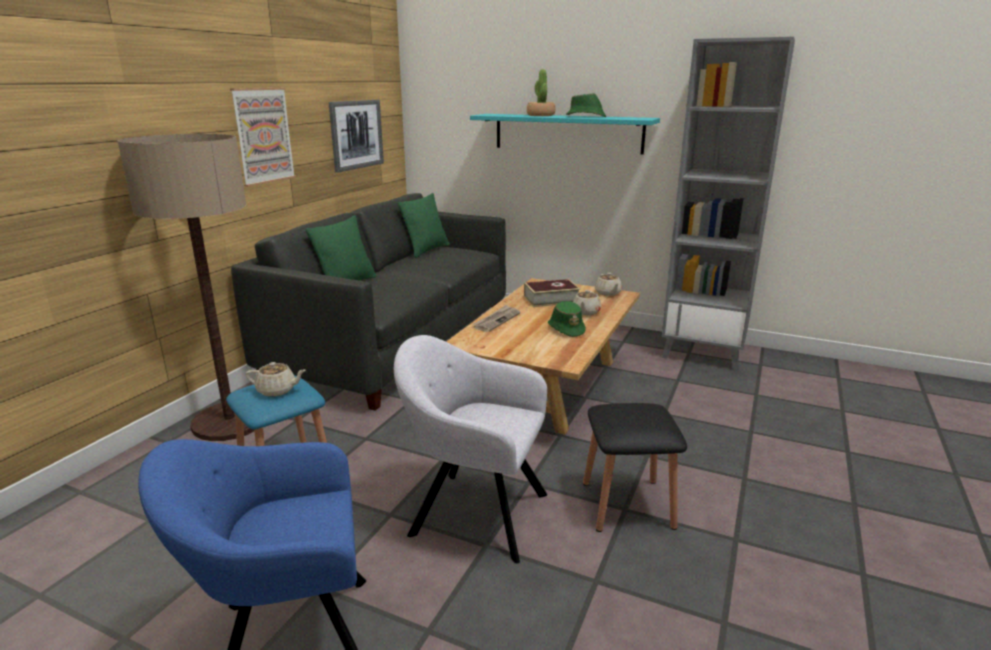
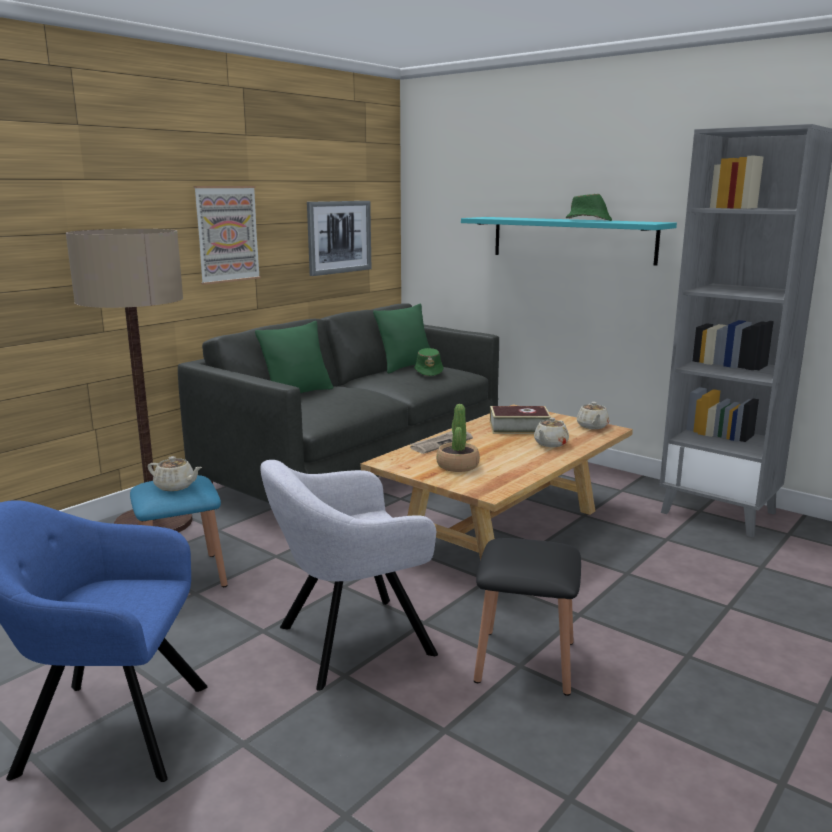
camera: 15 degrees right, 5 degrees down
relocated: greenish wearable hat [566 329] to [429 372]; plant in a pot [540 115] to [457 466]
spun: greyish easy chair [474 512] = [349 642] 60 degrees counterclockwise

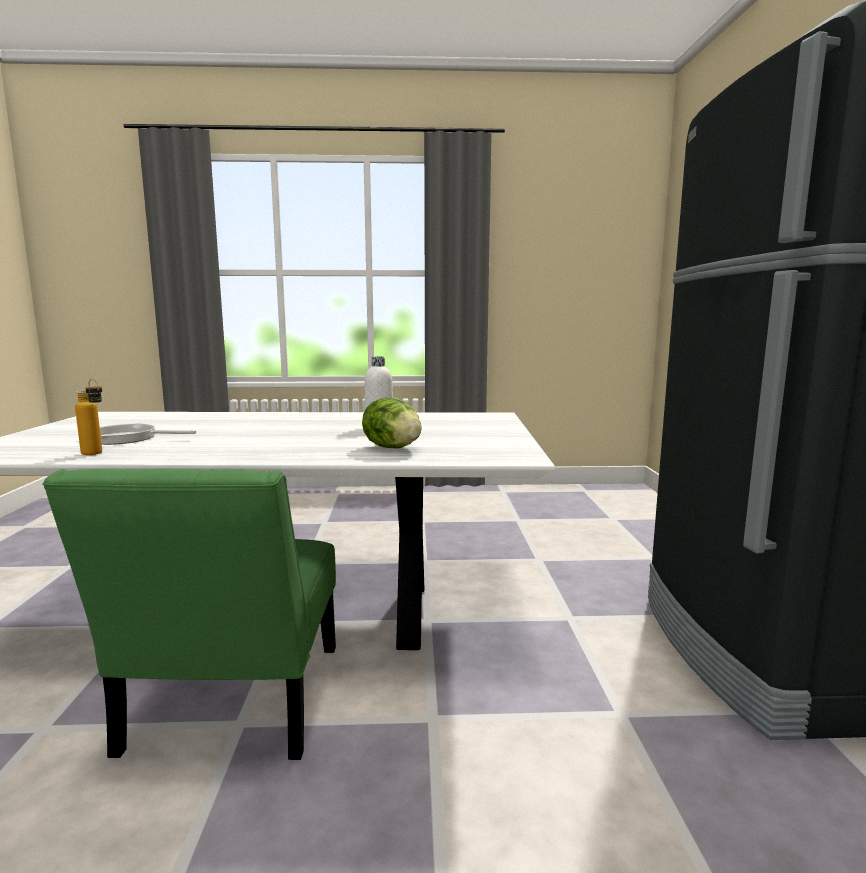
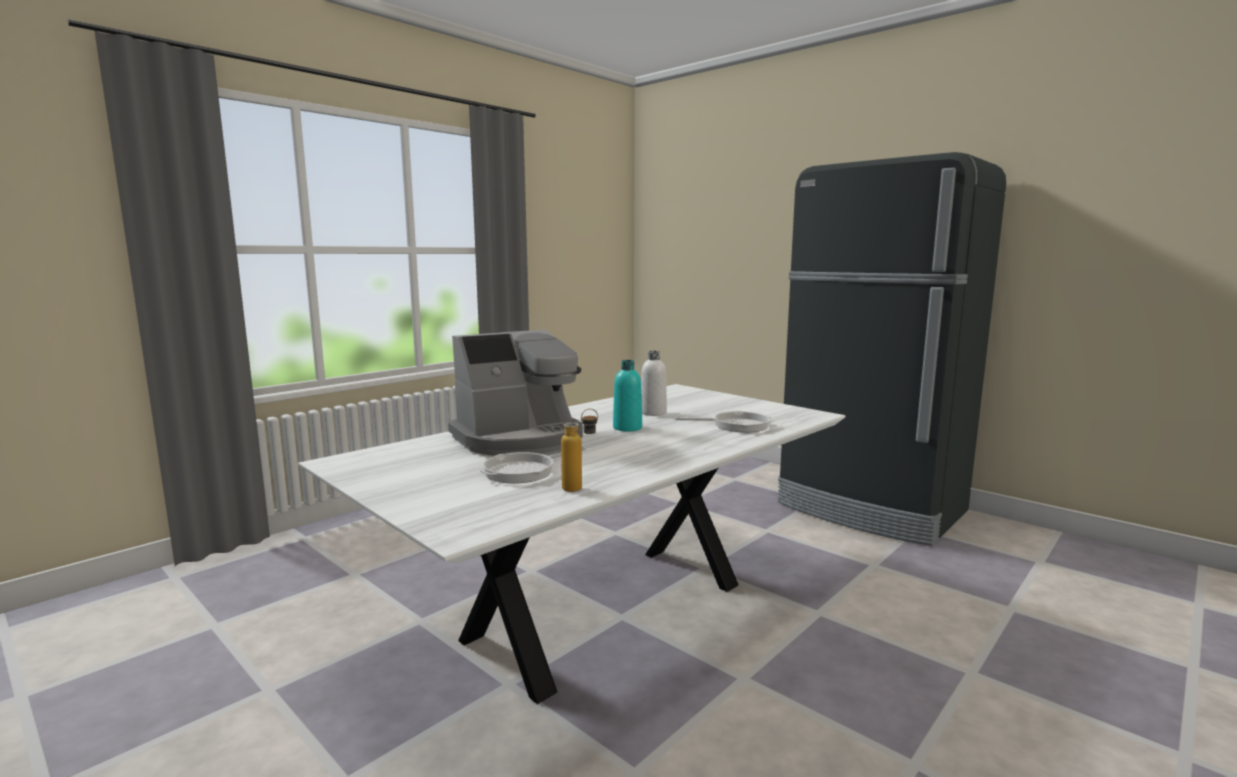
camera: 45 degrees left, 0 degrees up
missing: greenish plain chair [231 706]
appeared: coffee machine [520 439]; turquoise-coloured beverage bottle [627 428]
exchanged: head of lettuce [393 448] to pan [736 425]

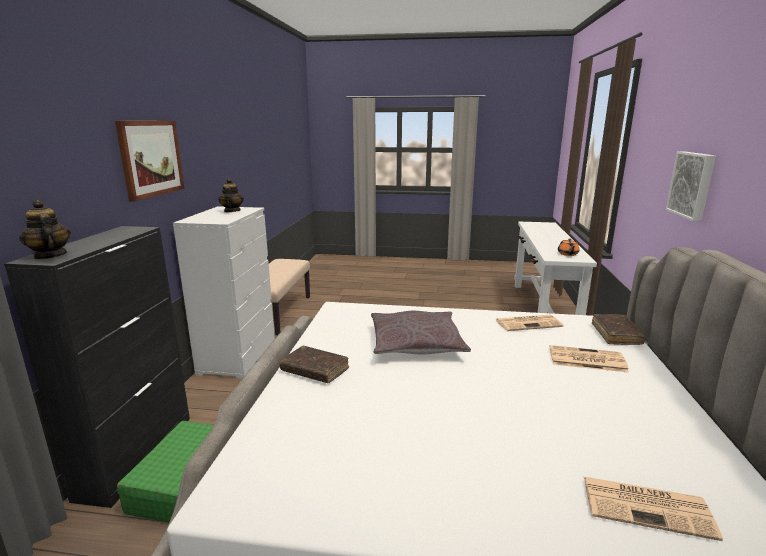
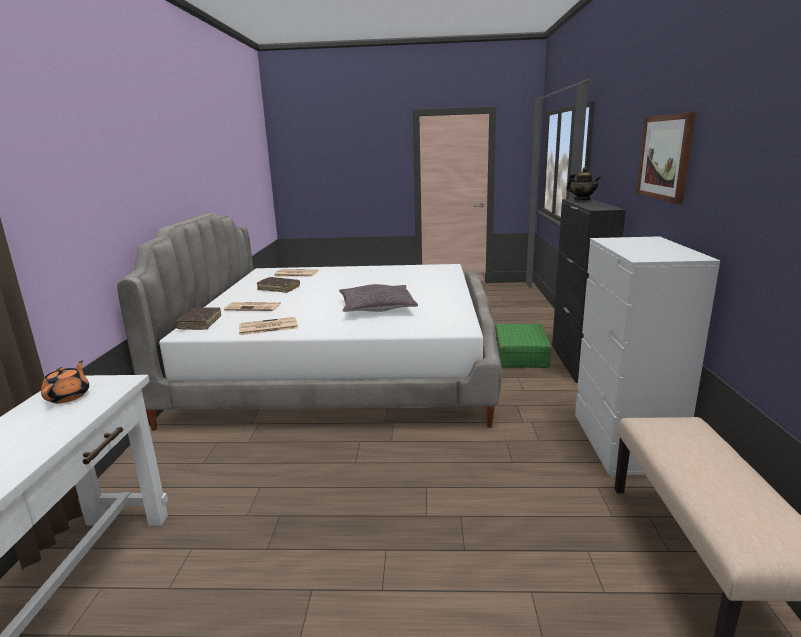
camera: 175 degrees right, 0 degrees up
missing: tea pot [232 211]; picture [692 185]
relocated: brownish book [315 370] to [278 289]

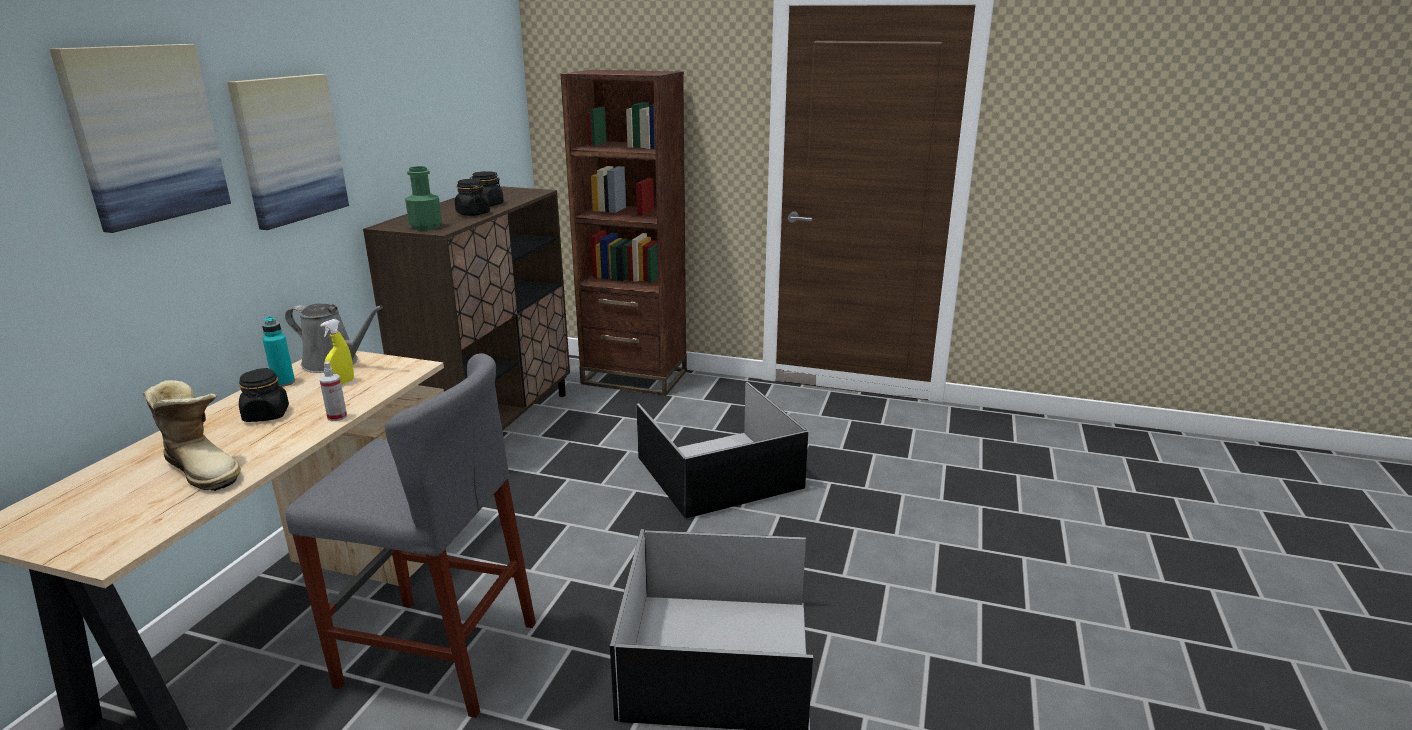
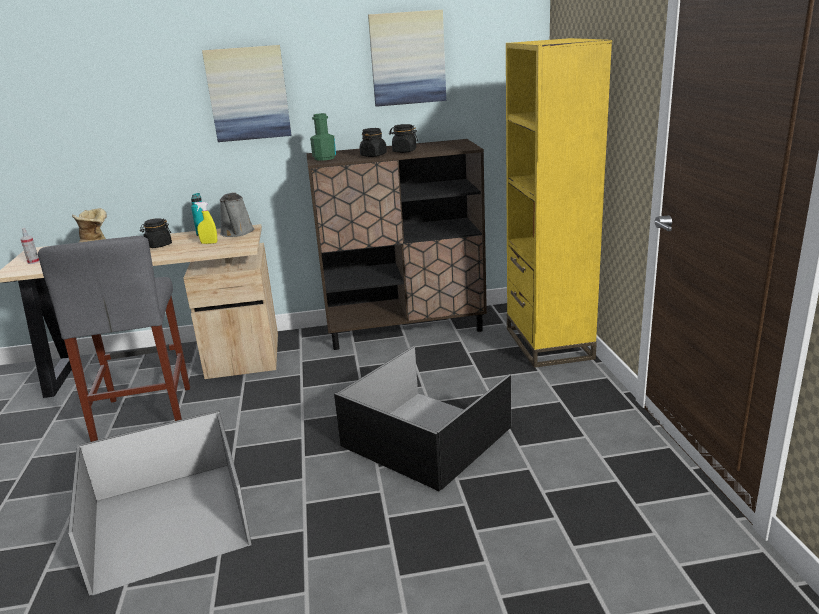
camera: 65 degrees right, 0 degrees up
relocated: hand sprayer [337 417] to [33 262]; picture [145 134] to [407 58]
colour: brownish shelving unit [634 377] to yellow-coloured shelving unit [548 343]

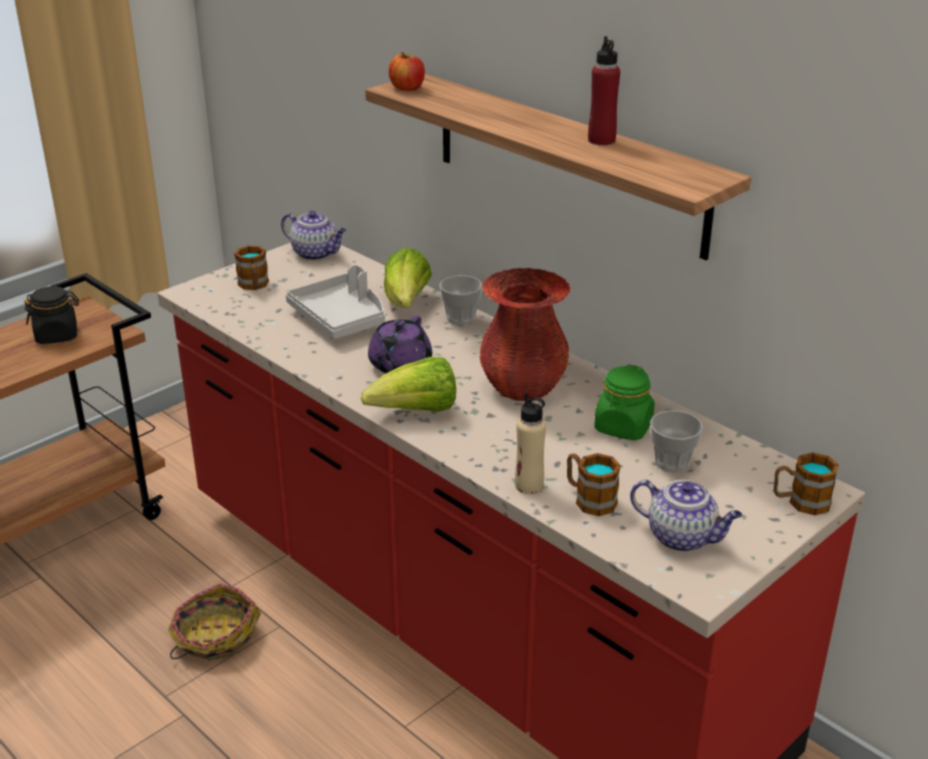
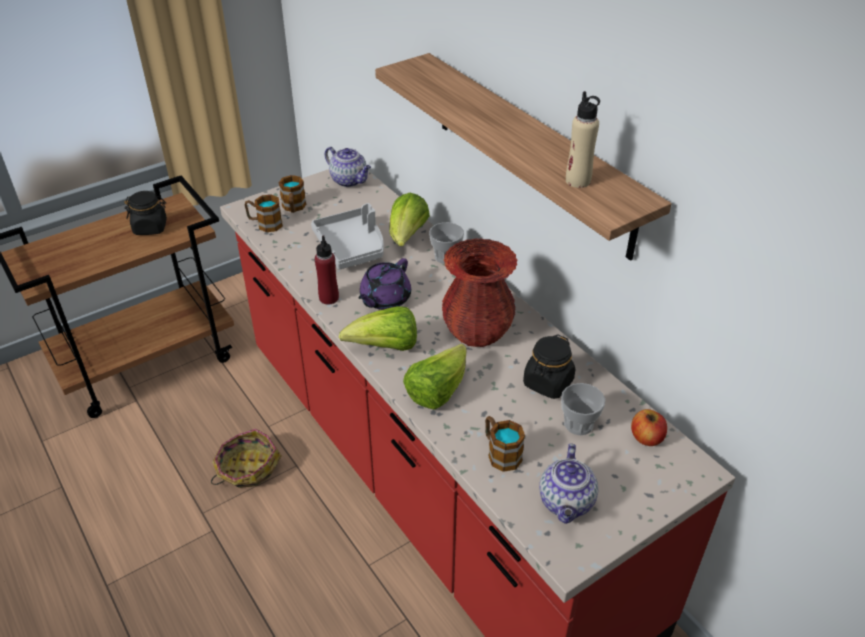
camera: 10 degrees right, 10 degrees up
appeared: head of lettuce [437 391]
relocated: coffee mug [800 502] to [265 224]; red-coloured beverage bottle [601 140] to [328 298]; beige beverage bottle [529 485] to [578 181]; whole apple [407 88] to [646 438]
colour: greenish storage jar [623 427] to black-coloured storage jar [548 383]
spun: tea pot [683 537] = [567 503] 60 degrees clockwise

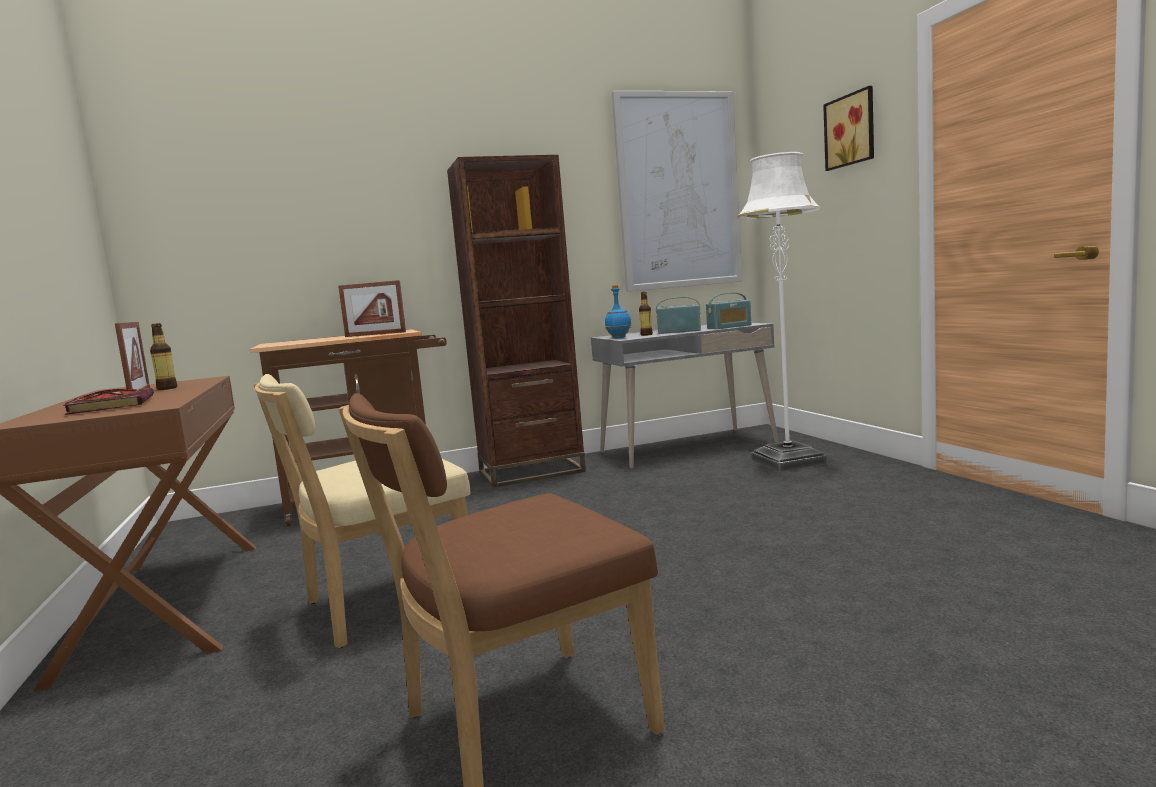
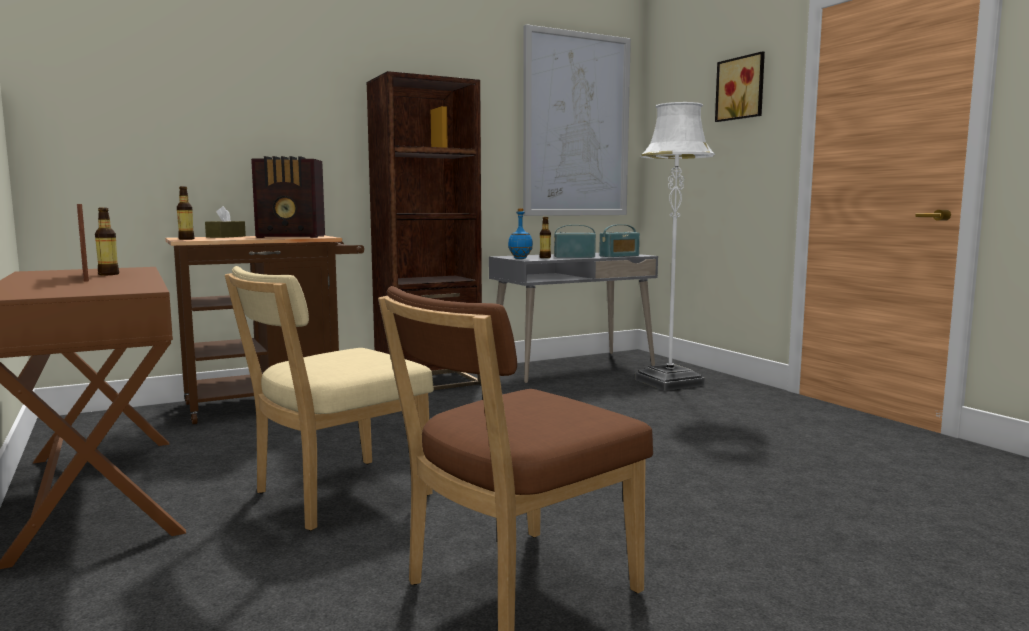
camera: 10 degrees left, 0 degrees up
missing: book [110 405]
appeared: beverage bottle [186 239]; brownish tissue box [226 237]
exchanged: photo frame [375 334] to radio set [292 237]

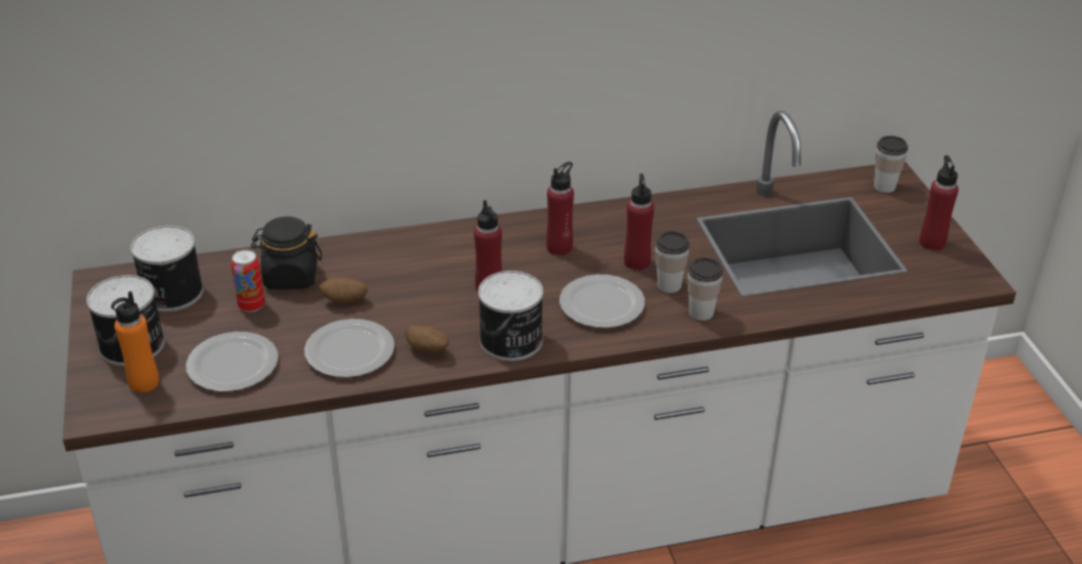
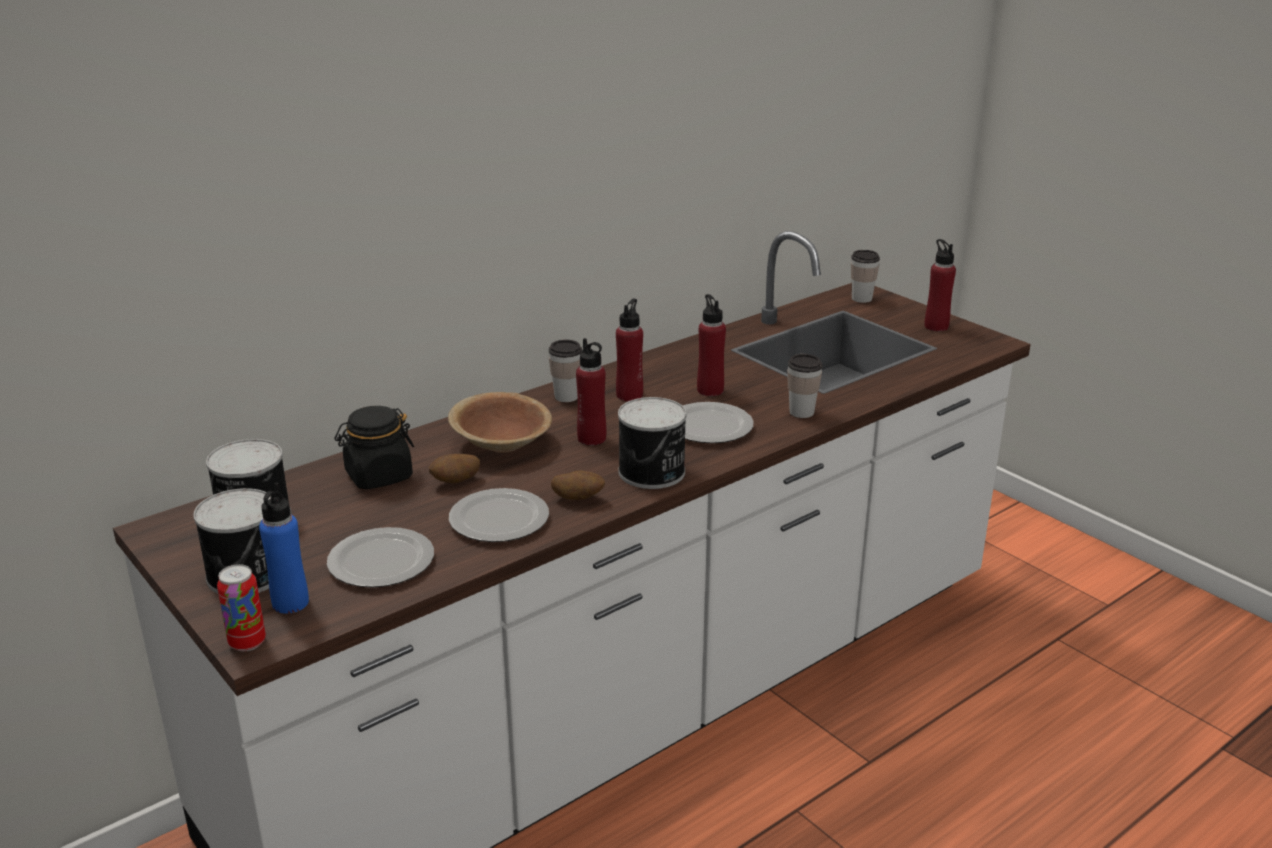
camera: 25 degrees left, 10 degrees down
appeared: brownish deep dish [501 443]
relocated: metal can [251 306] to [247 643]; cup [669 285] to [566 397]
colour: orange beverage bottle [143 383] to blue-coloured beverage bottle [290 603]

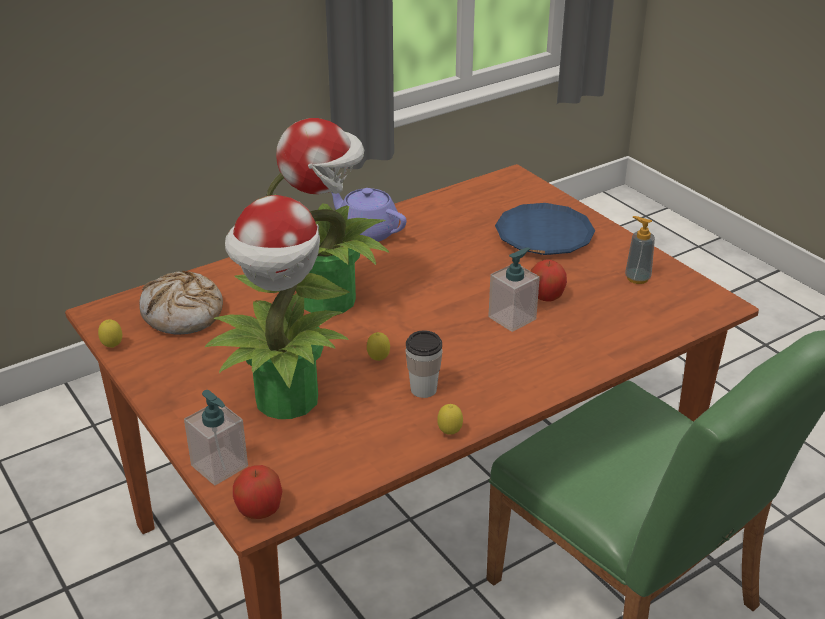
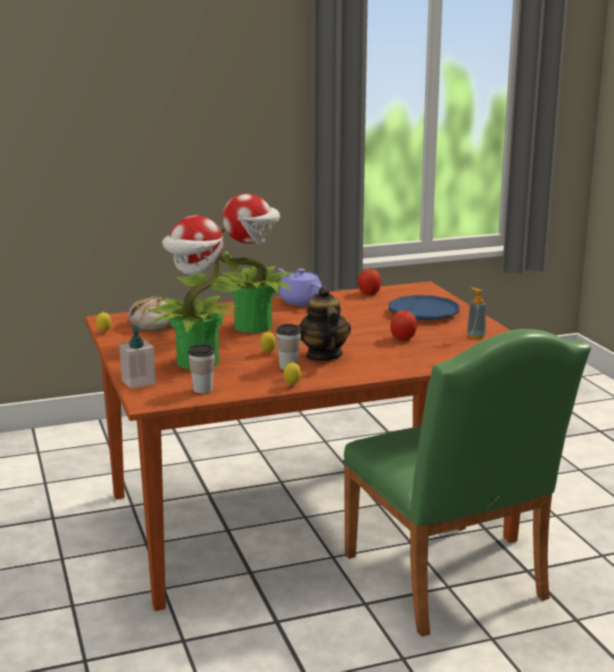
camera: 15 degrees right, 15 degrees down
missing: liquid soap bottle [512 318]
appeared: cup [202 389]; tea pot [323 356]
relocated: whole apple [259 510] to [369 293]

